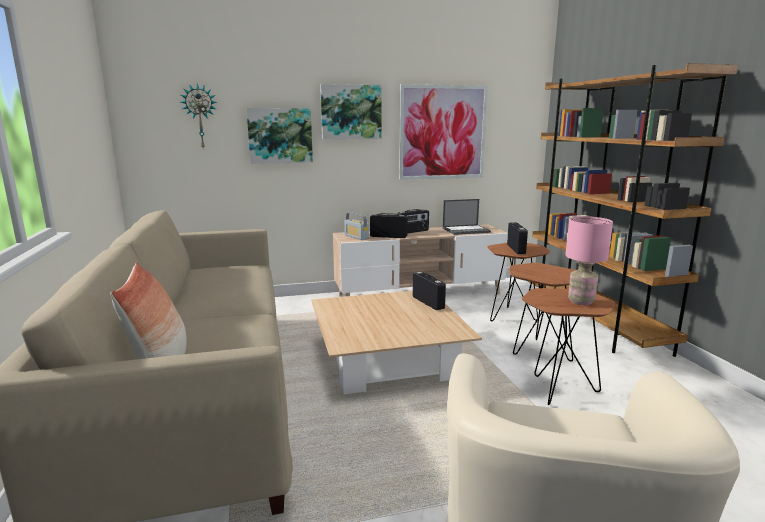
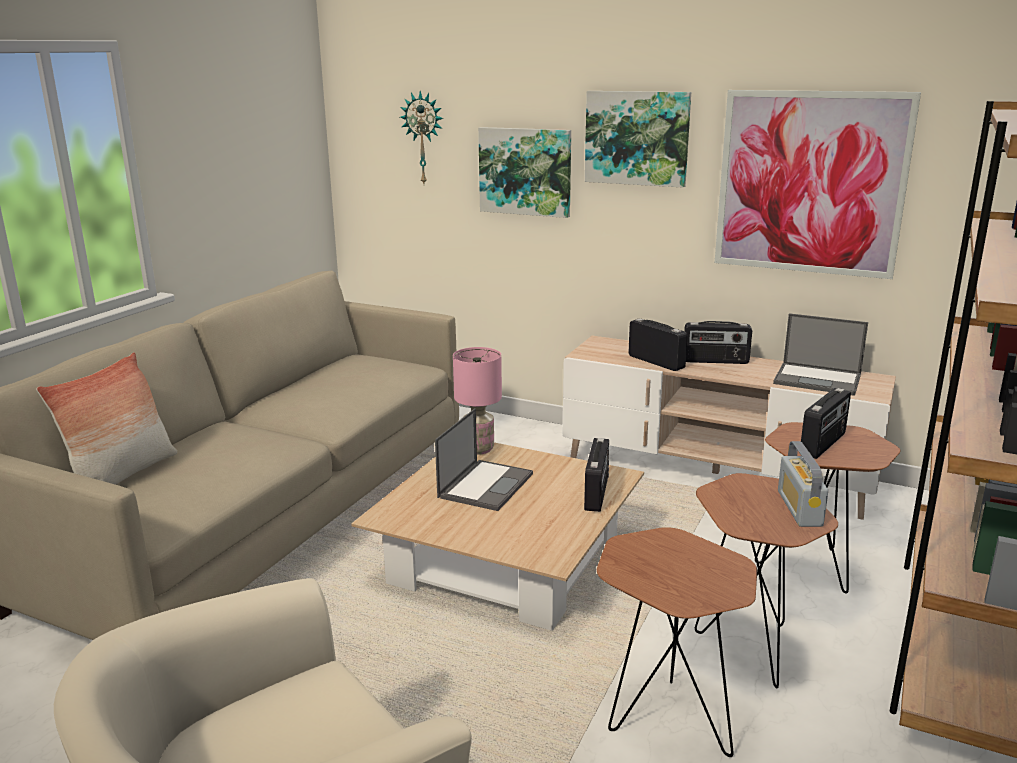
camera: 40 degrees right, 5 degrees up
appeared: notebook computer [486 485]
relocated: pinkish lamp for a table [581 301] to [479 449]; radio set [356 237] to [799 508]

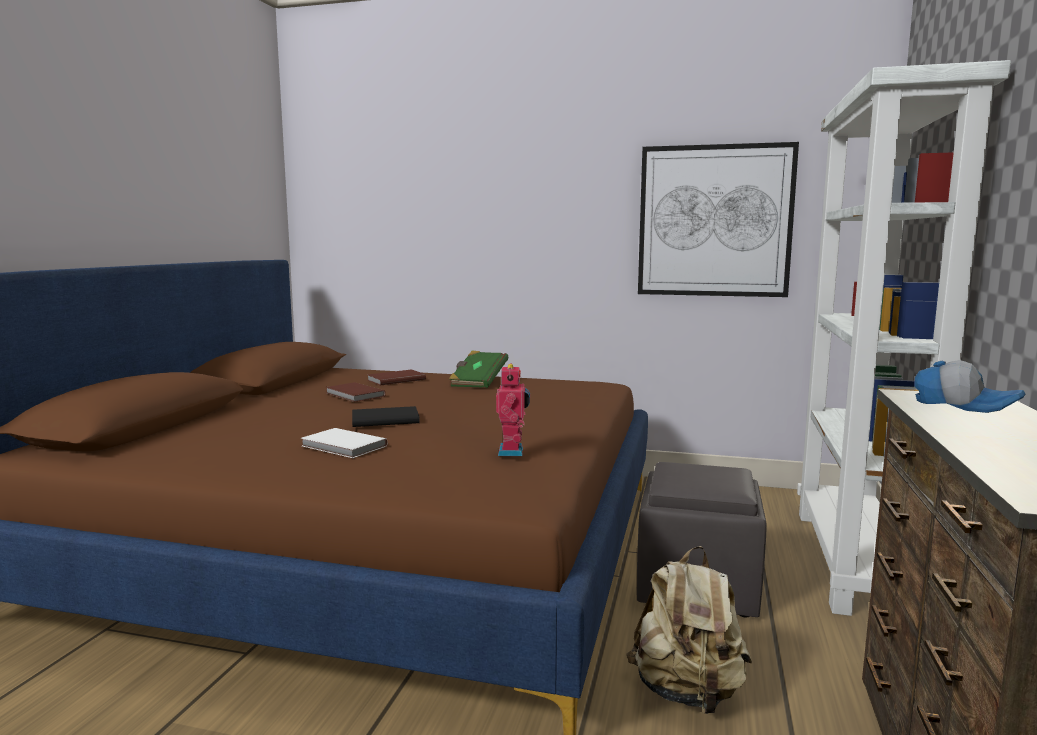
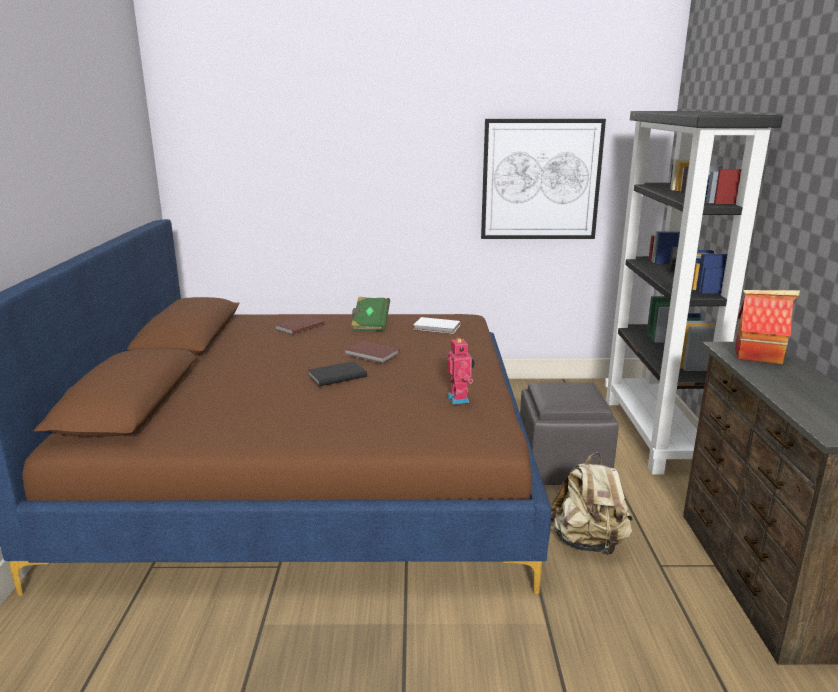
camera: 15 degrees left, 10 degrees up
relocated: brownish book [354 395] to [371 354]; white book [343 446] to [437 327]
exchanged: peaked cap [964 405] to miniature house [759 355]
colour: white shelving unit [856 562] to black-coloured shelving unit [654 434]

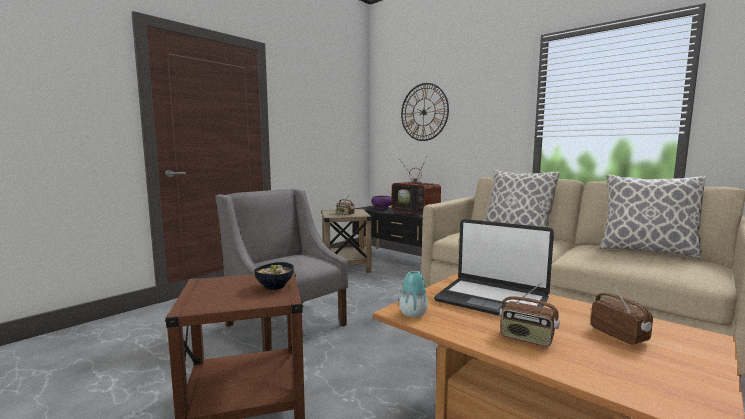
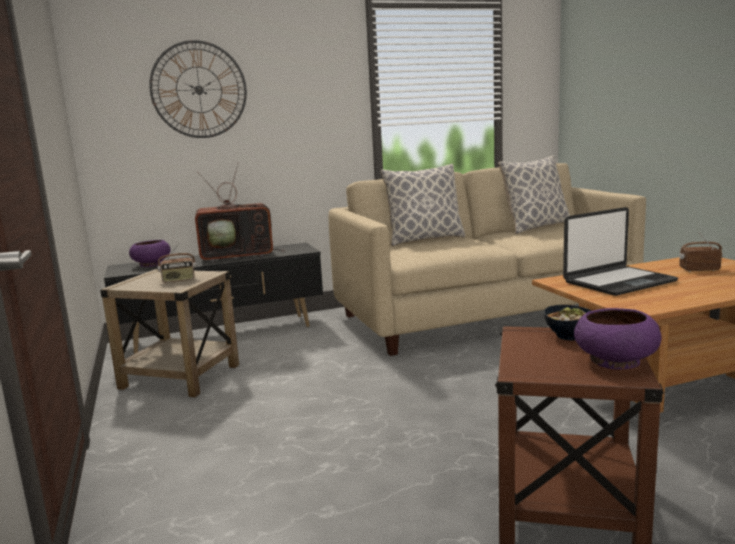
camera: 60 degrees left, 5 degrees up
missing: greyish easy chair [285 324]; vase [413 314]; radio set [526 338]
appeared: purplish deep dish [614 361]

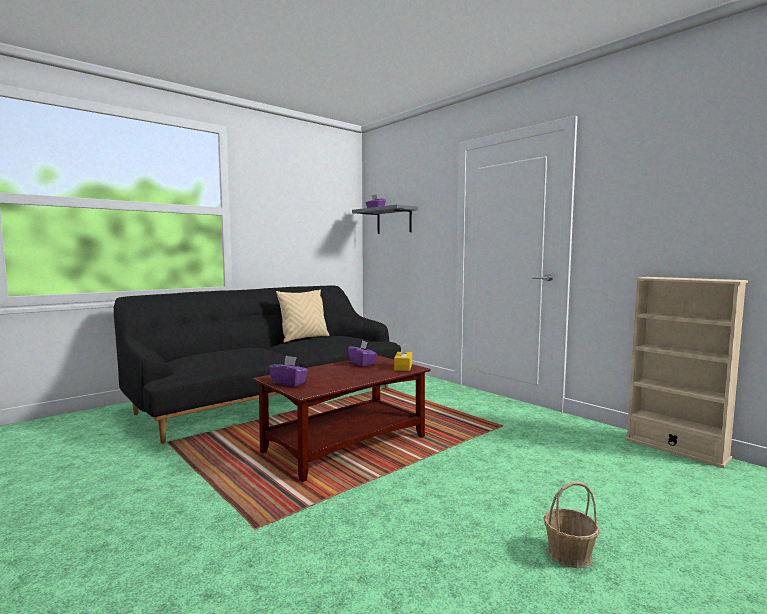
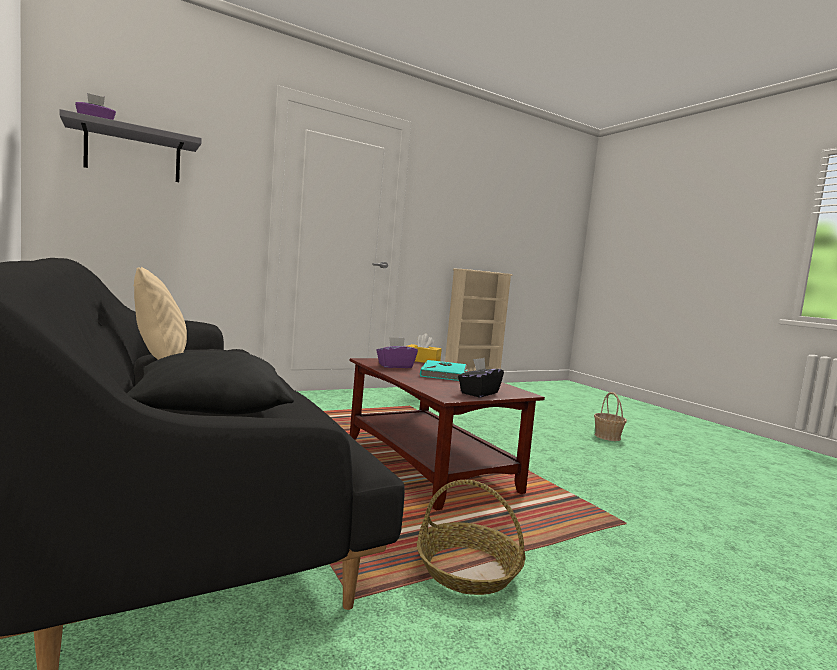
camera: 80 degrees left, 0 degrees up
appeared: black-coloured pillow [211 409]; household basket [467 570]; turquoise-coloured book [444 373]
colour: purplish tissue box [289 383] to black-coloured tissue box [479 393]

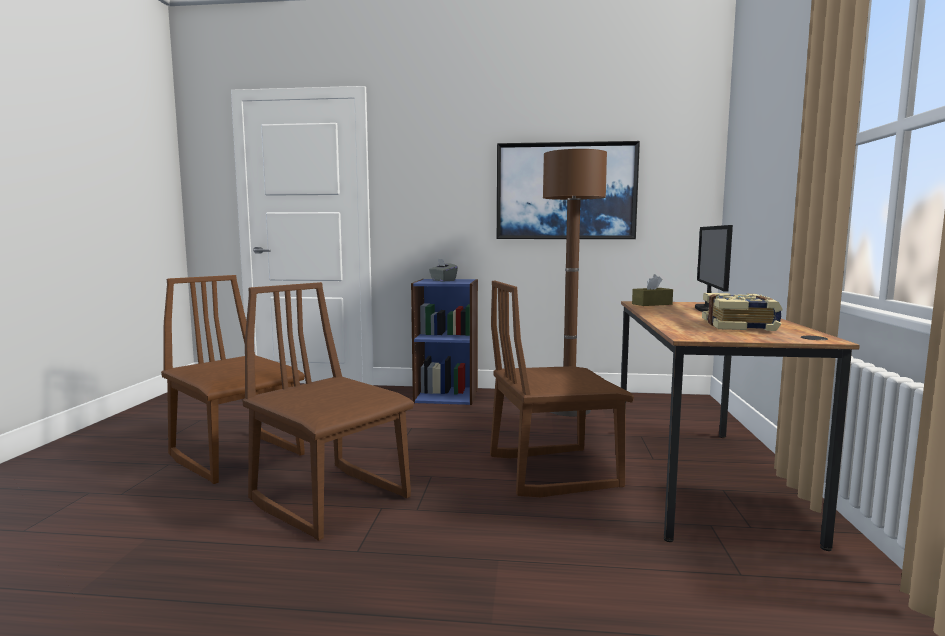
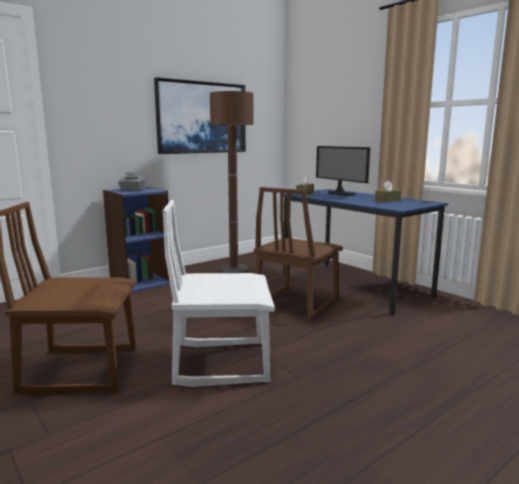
camera: 45 degrees left, 5 degrees up
exchanged: book [740 326] to brownish tissue box [387 200]
colour: brownish plain chair [331 499] to white plain chair [221 362]; brownish desk table [701 478] to blue-coloured desk table [354 286]

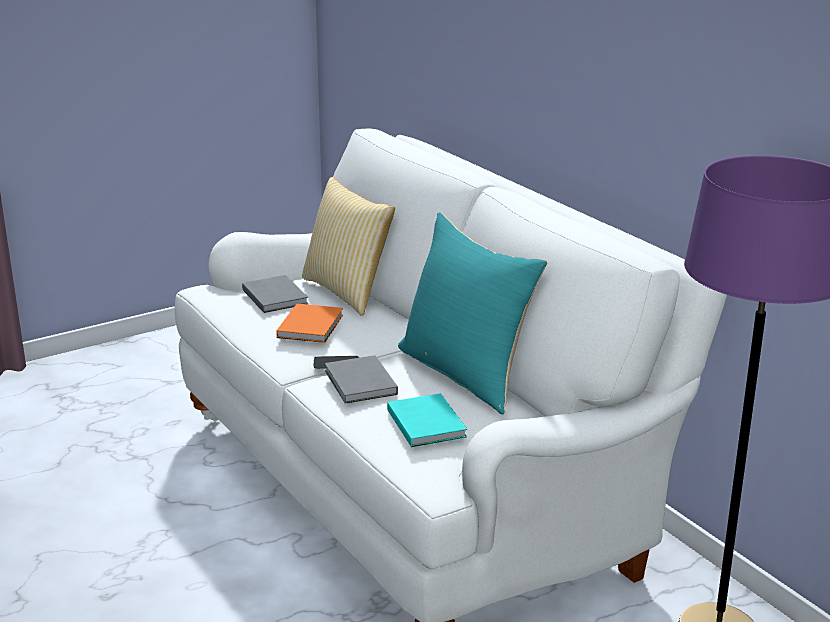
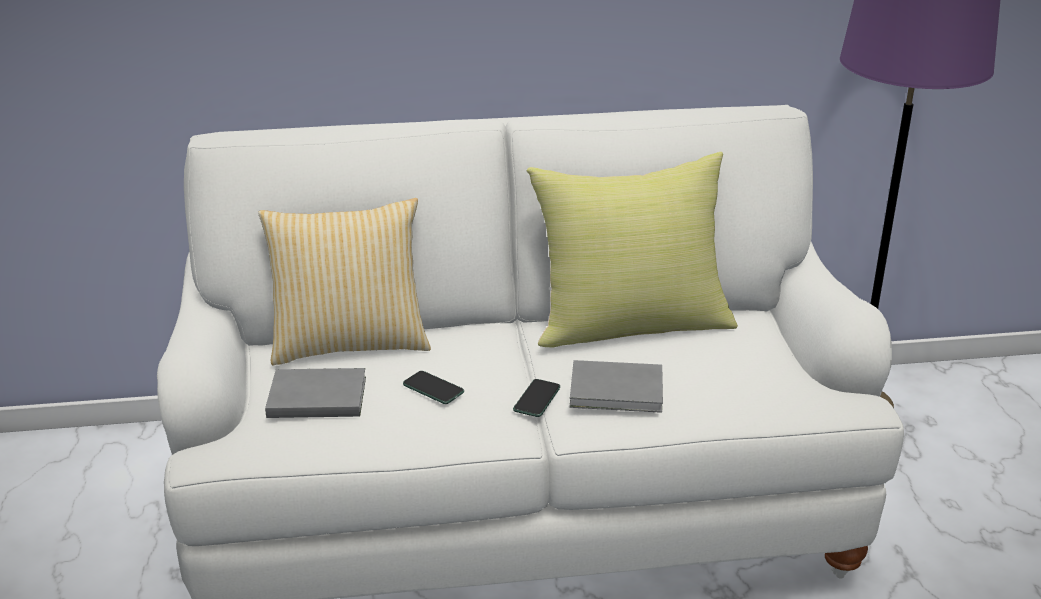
camera: 65 degrees left, 5 degrees up
missing: turquoise-coloured book [426 422]
exchanged: orange book [312 325] to handset [433 388]
colour: turquoise-coloured pillow [467 374] to yellow-coloured pillow [631 324]

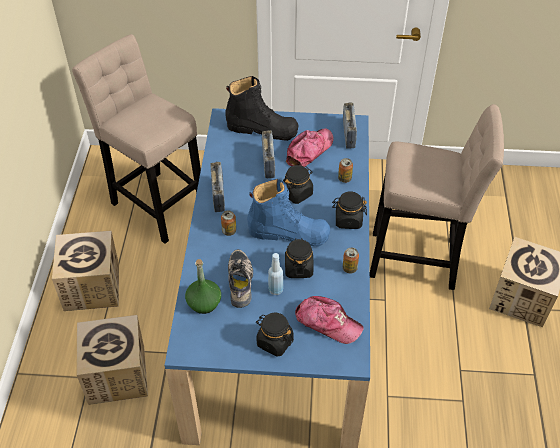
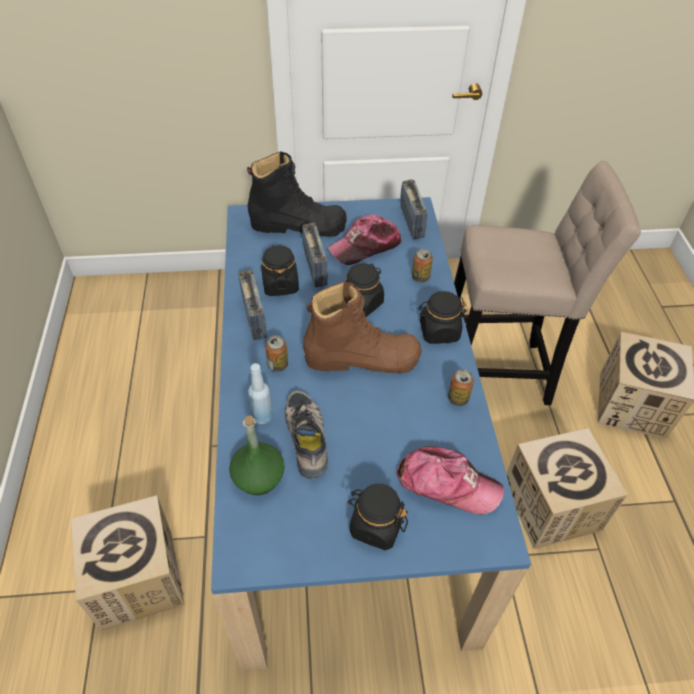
camera: 10 degrees left, 0 degrees up
missing: beige stool seat [156 204]
relocated: blue-coloured beverage bottle [275 290] to [262 416]; black-coloured storage jar [298 268] to [280 285]; carton [92 286] to [551 506]
colour: blue-coloured tall boot [289 233] to brownish tall boot [362 358]
spun: peaked cap [309 150] = [365 246] 150 degrees counterclockwise

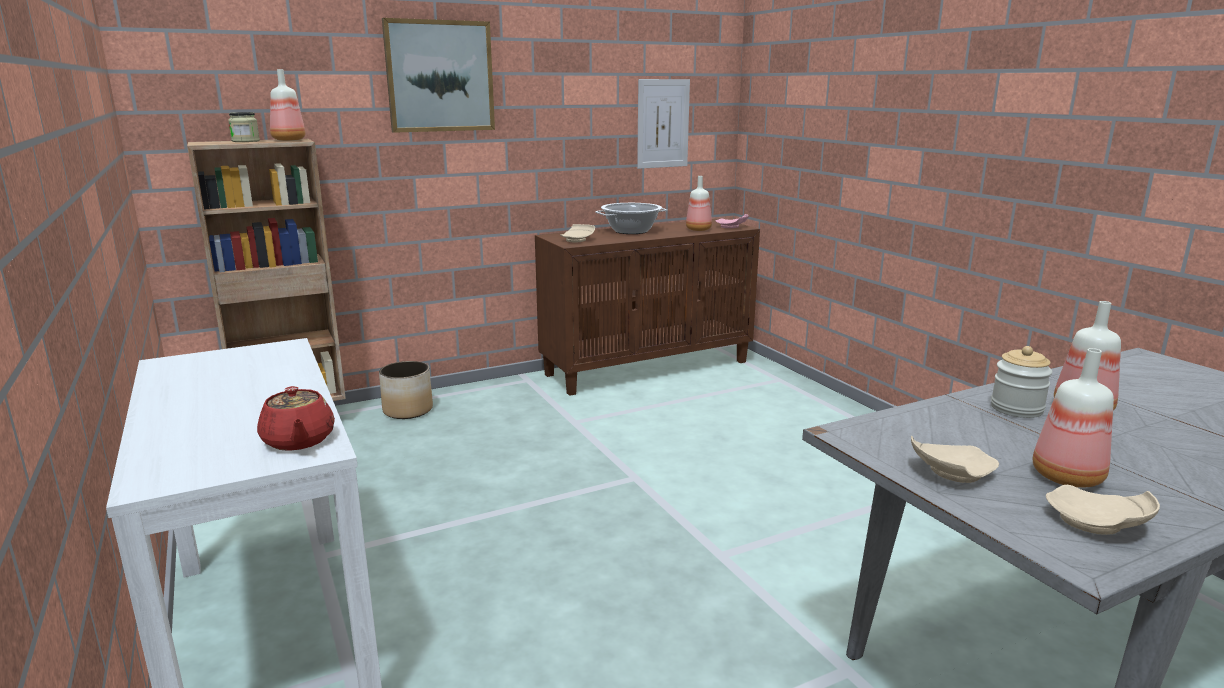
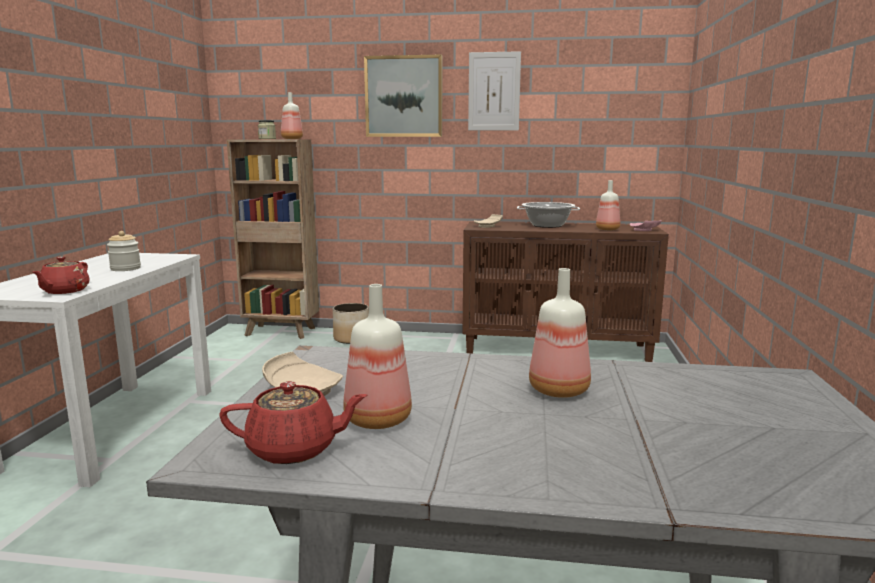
camera: 35 degrees right, 5 degrees down
relocated: storage jar [1016 409] to [125 268]; picture [663 123] to [494 91]
exchanged: beige dinner plate [1097 525] to red-coloured tea pot [294 449]

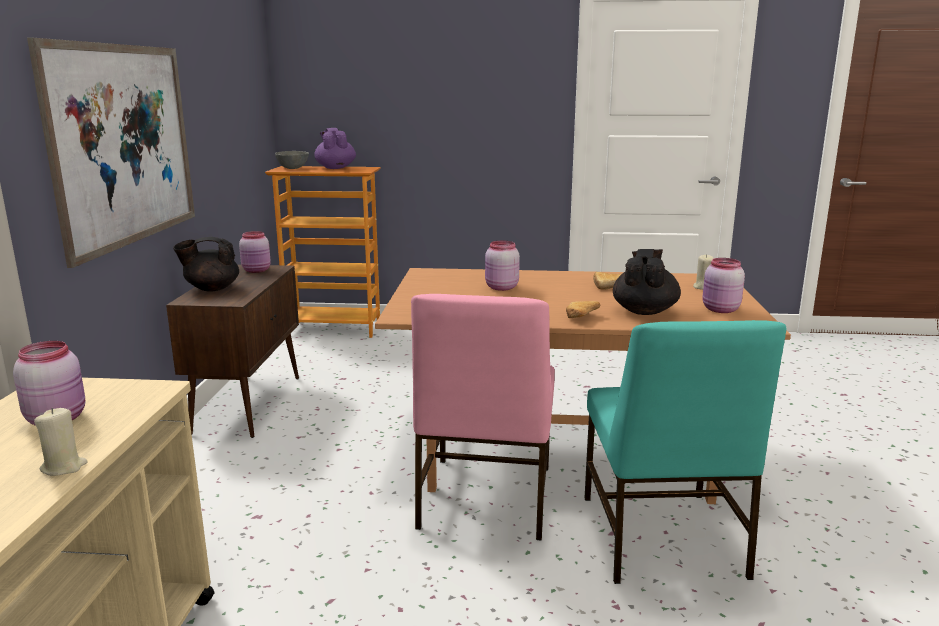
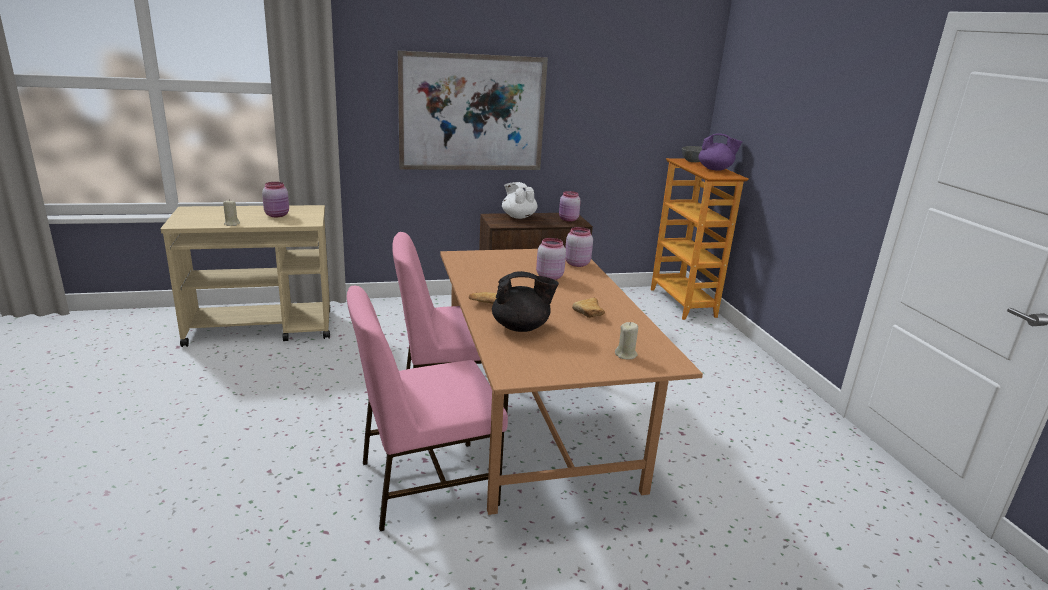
camera: 70 degrees right, 5 degrees up
relocated: pinkish storage jar [720 310] to [576 263]
colour: turquoise-coloured plain chair [660 537] to pinkish plain chair [425 483]; black-coloured tea pot [211 288] to white tea pot [518 216]
spun: purplish tea pot [335 168] = [715 169] 60 degrees clockwise

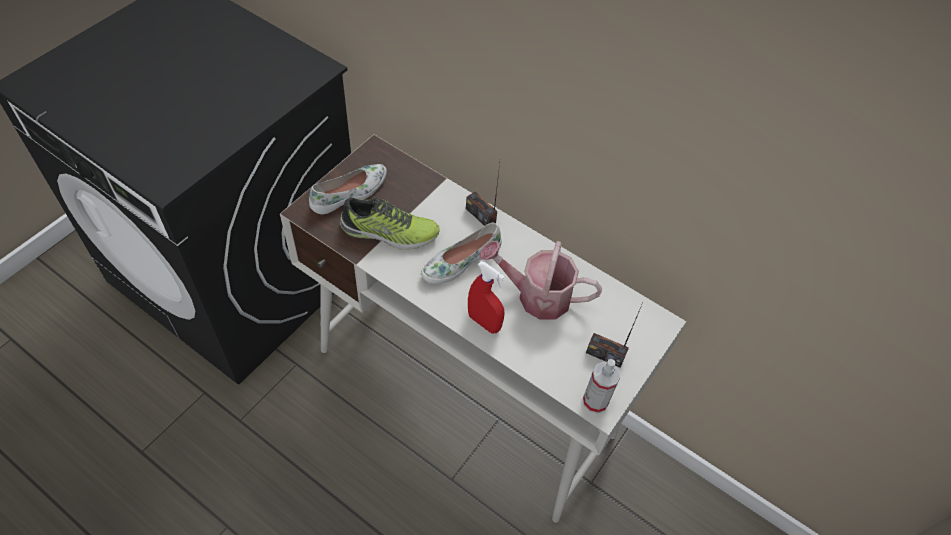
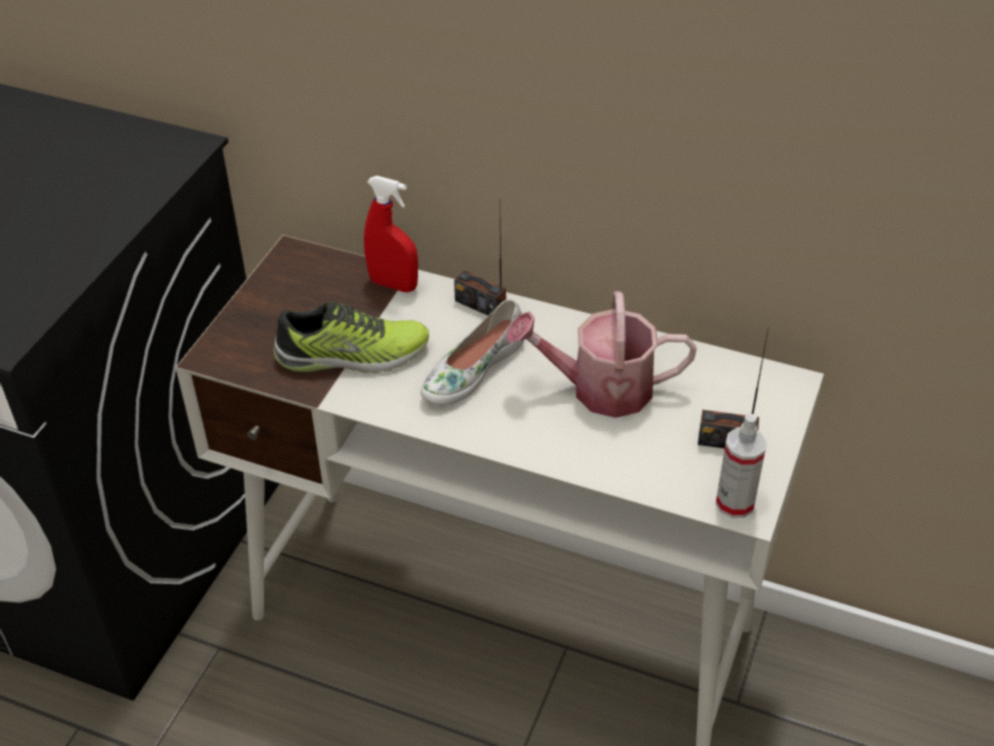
camera: 10 degrees left, 10 degrees down
missing: white shoe [350 193]
relocated: red-coloured hand sprayer [484 322] to [393 284]

